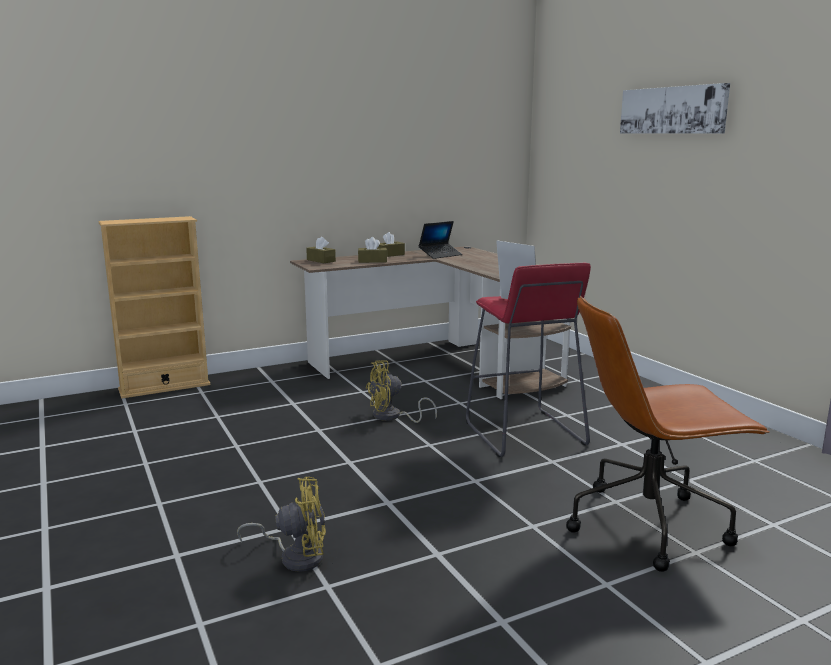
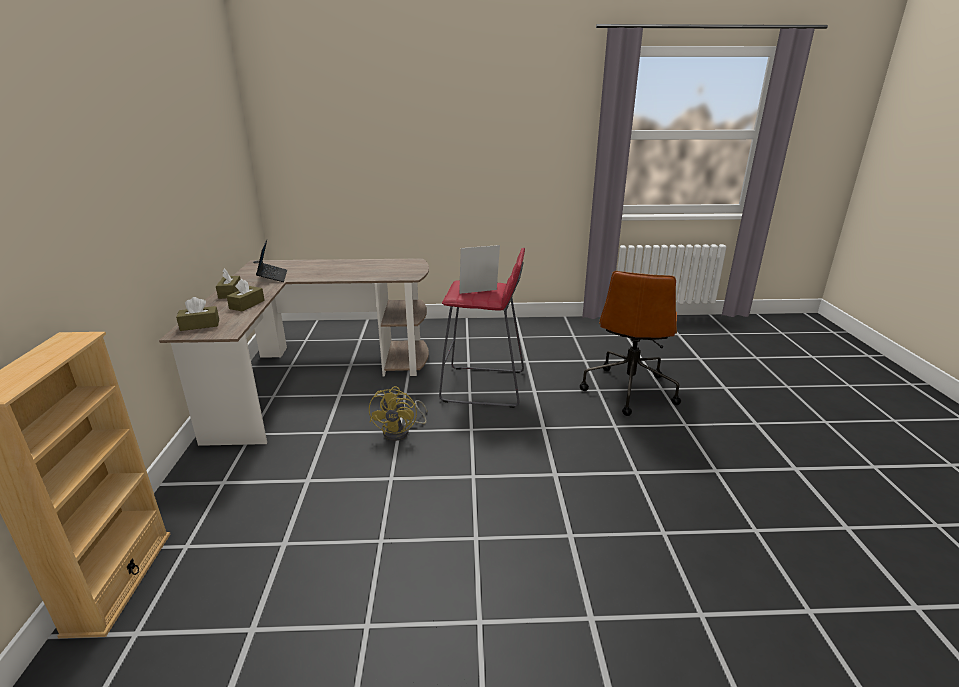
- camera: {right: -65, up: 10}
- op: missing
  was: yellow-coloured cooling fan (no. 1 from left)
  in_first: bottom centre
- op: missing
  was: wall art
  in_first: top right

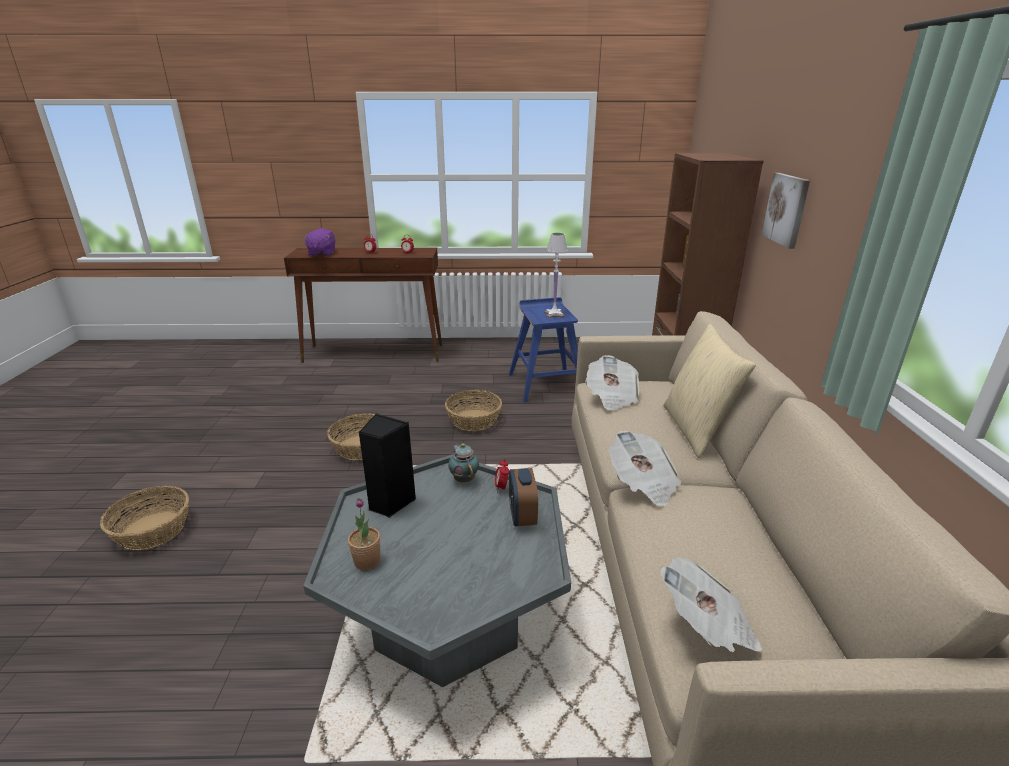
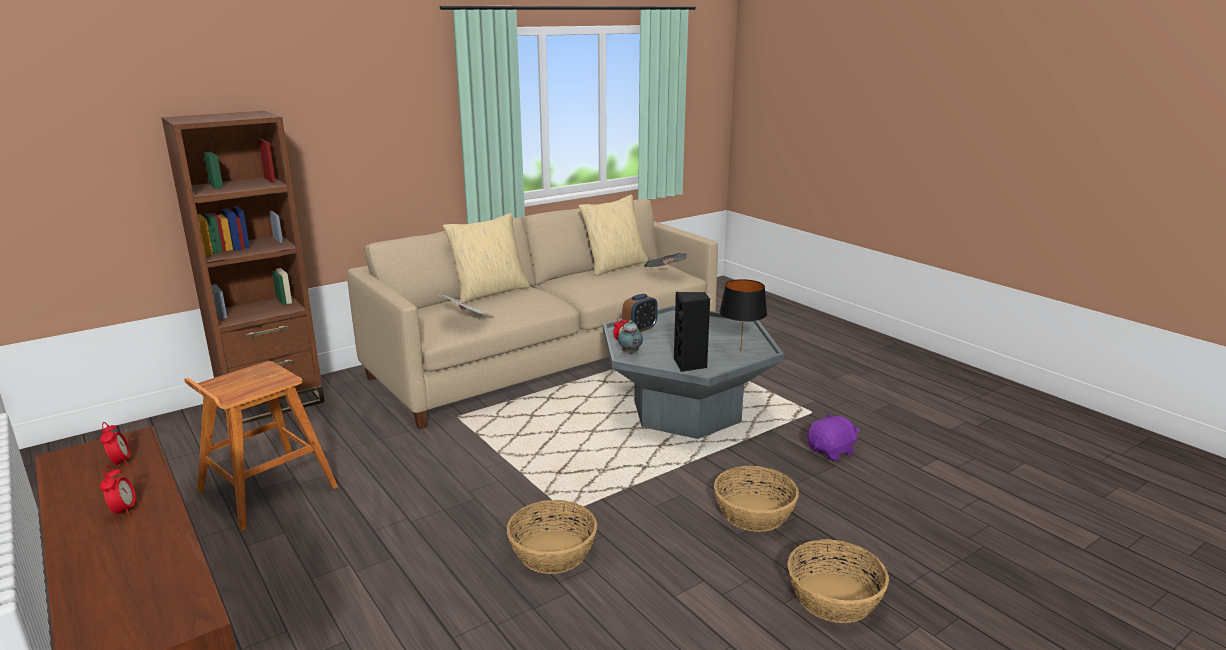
- camera: {right: -125, up: -5}
- op: colour
  was: blue-coloured sitting stool
  now: brown sitting stool
  in_first: centre
  in_second: bottom left
- op: appeared
  now: beige-coloured pillow (no. 2 from left)
  in_second: centre
- op: spun
  was: teapot
  in_first: centre
  in_second: centre
  clockwise: -45
- op: relocated
  was: storage basket (no. 3 from left in the first image)
  now: storage basket (no. 2 from left)
  in_first: centre
  in_second: bottom centre
- op: exchanged
  was: potted plant
  now: black tabletop lamp
  in_first: bottom centre
  in_second: centre
- op: relocated
  was: purple-coloured soft toy
  in_first: top left
  in_second: bottom right
- op: missing
  was: white-coloured tabletop lamp
  in_first: centre
- op: missing
  was: printed paper (no. 2 from left)
  in_first: centre
- op: missing
  was: wall art
  in_first: top right

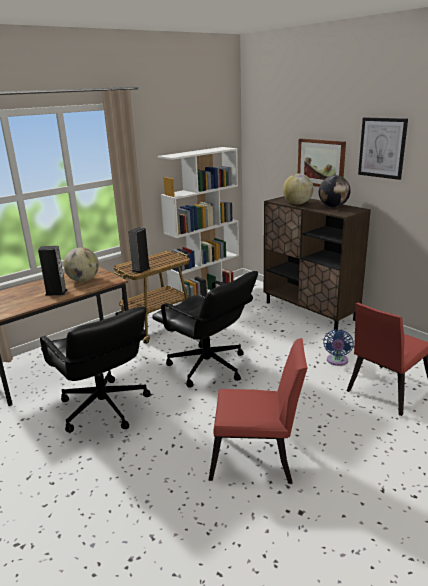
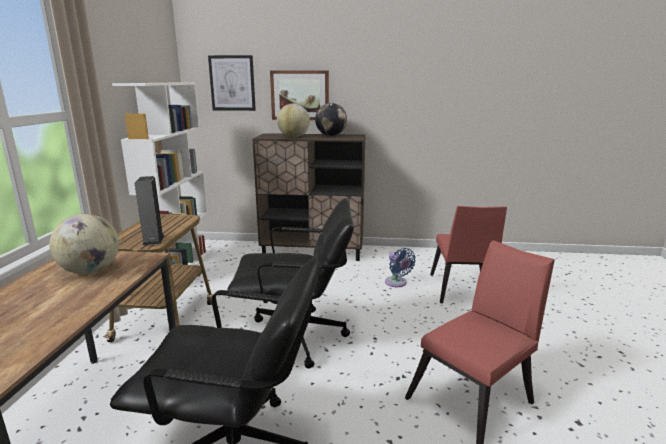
- camera: {right: -45, up: -5}
- op: relocated
  was: wall art (no. 2 from left in the first image)
  now: wall art (no. 1 from left)
  in_first: top right
  in_second: top centre
- op: missing
  was: loudspeaker (no. 1 from left)
  in_first: middle left

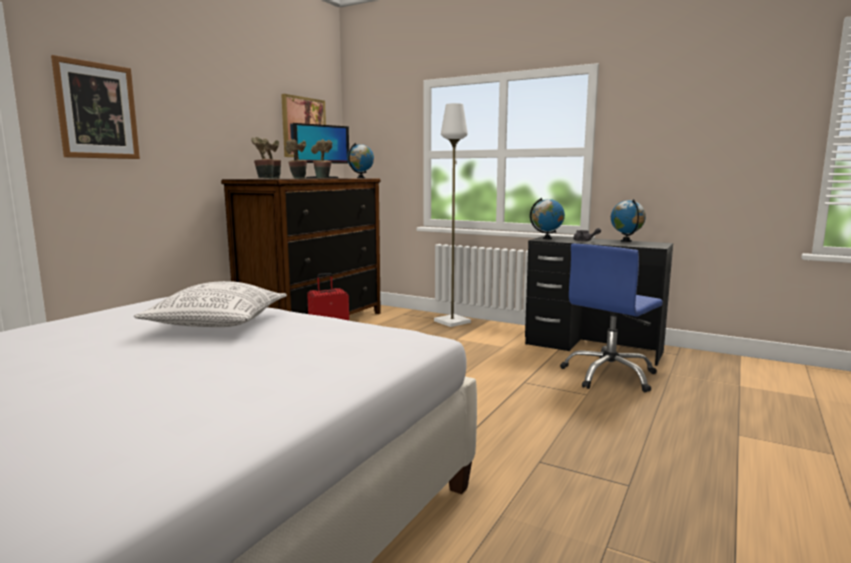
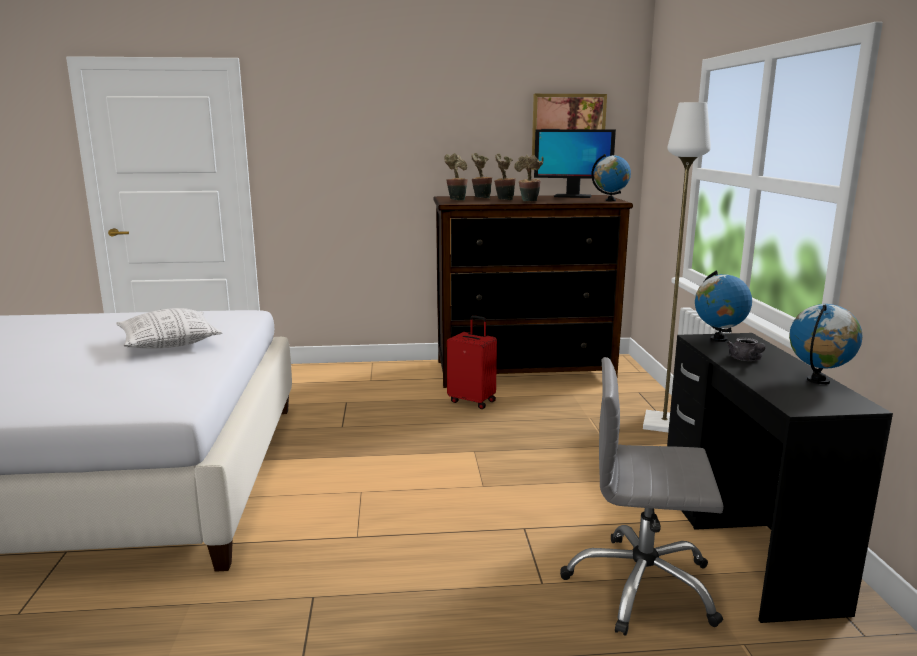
- camera: {right: 55, up: 5}
- op: colour
  was: blue-coloured computer chair
  now: gray computer chair
  in_first: middle right
  in_second: bottom right
- op: missing
  was: wall art (no. 1 from left)
  in_first: top left

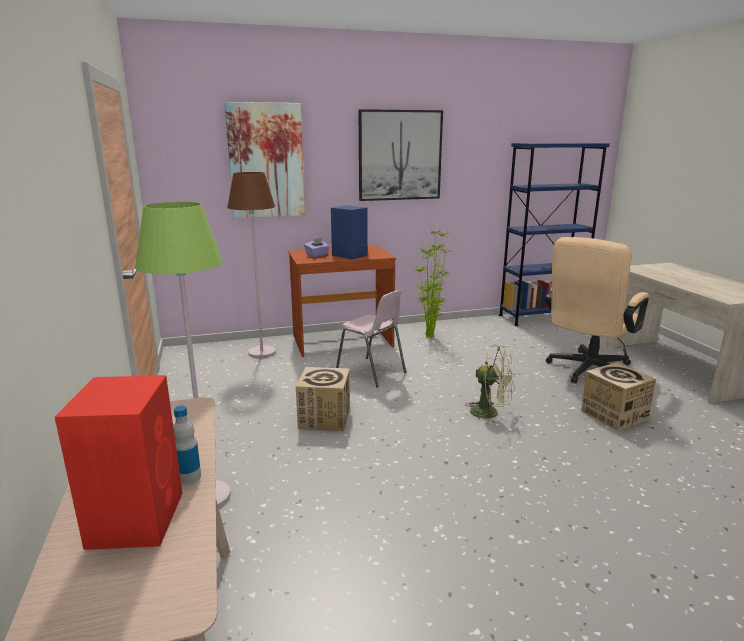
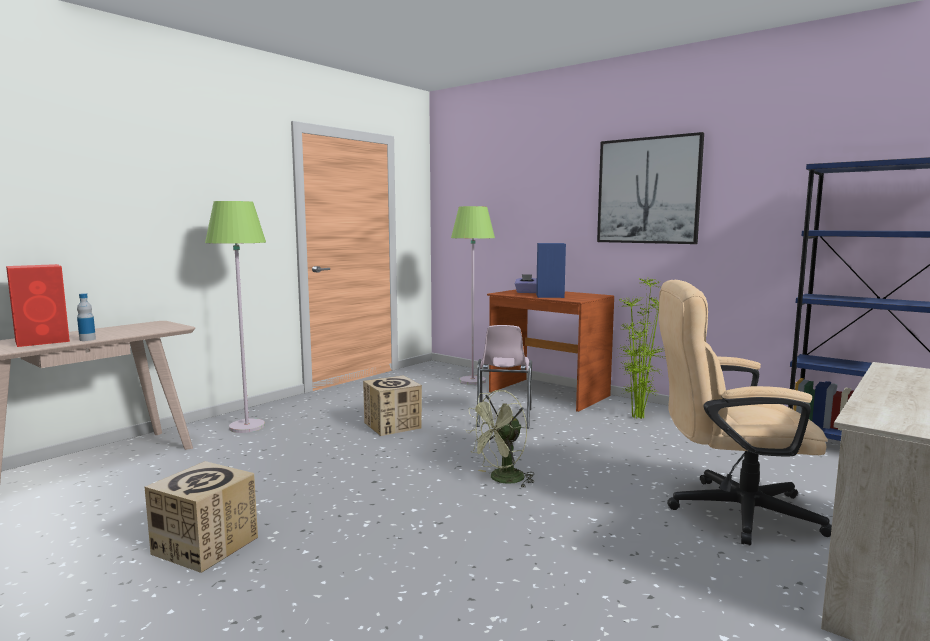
- camera: {right: 55, up: -10}
- op: relocated
  was: cardboard box (no. 2 from left in the first image)
  now: cardboard box (no. 1 from left)
  in_first: middle right
  in_second: bottom left
- op: colour
  was: brown standard lamp
  now: greenish standard lamp (no. 2 from left)
  in_first: centre
  in_second: centre
- op: spun
  was: greenish cooling fan
  in_first: centre
  in_second: bottom centre
  clockwise: 60
- op: missing
  was: wall art (no. 1 from left)
  in_first: top centre

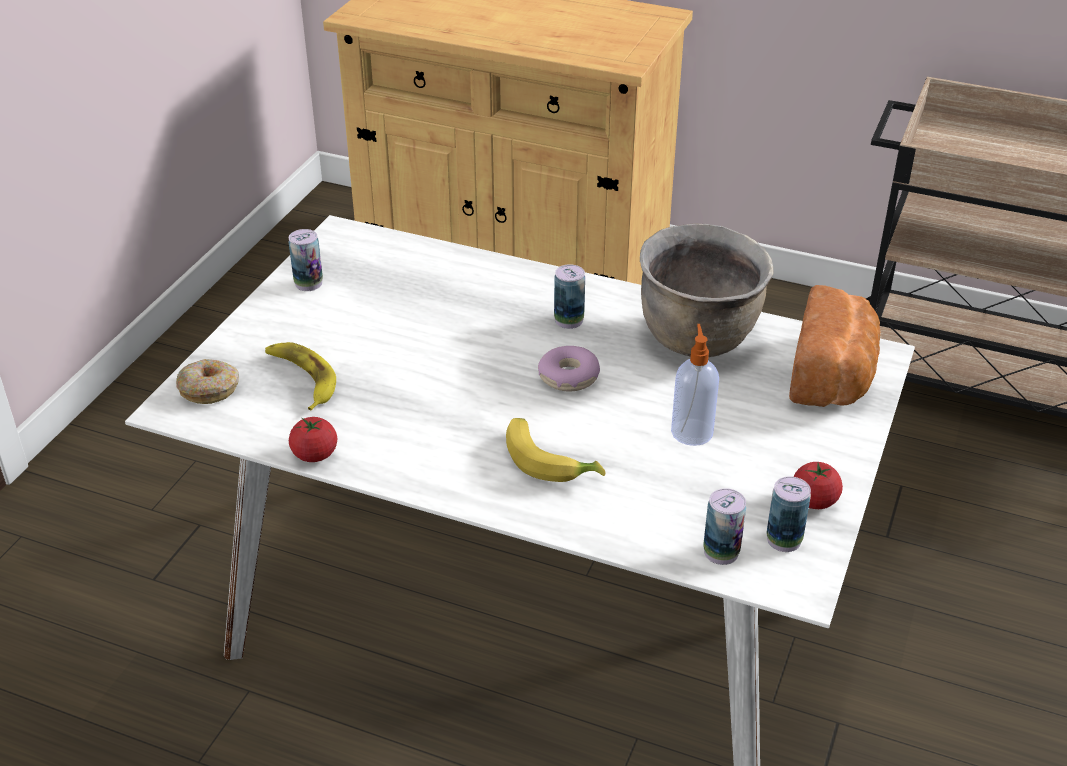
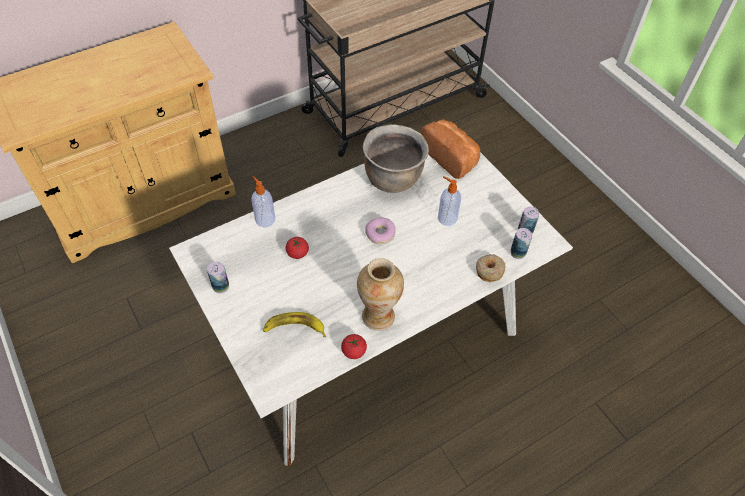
- camera: {right: -55, up: 15}
- op: appeared
  now: soap dispenser (no. 1 from left)
  in_second: centre
- op: relocated
  was: fresh tomato (no. 2 from left in the first image)
  now: fresh tomato (no. 1 from left)
  in_first: middle right
  in_second: centre
- op: appeared
  now: vase
  in_second: centre
- op: relocated
  was: ring doughnut (no. 1 from left in the first image)
  now: ring doughnut (no. 2 from left)
  in_first: middle left
  in_second: centre
- op: missing
  was: banana (no. 2 from left)
  in_first: centre
- op: missing
  was: metal can (no. 2 from left)
  in_first: centre

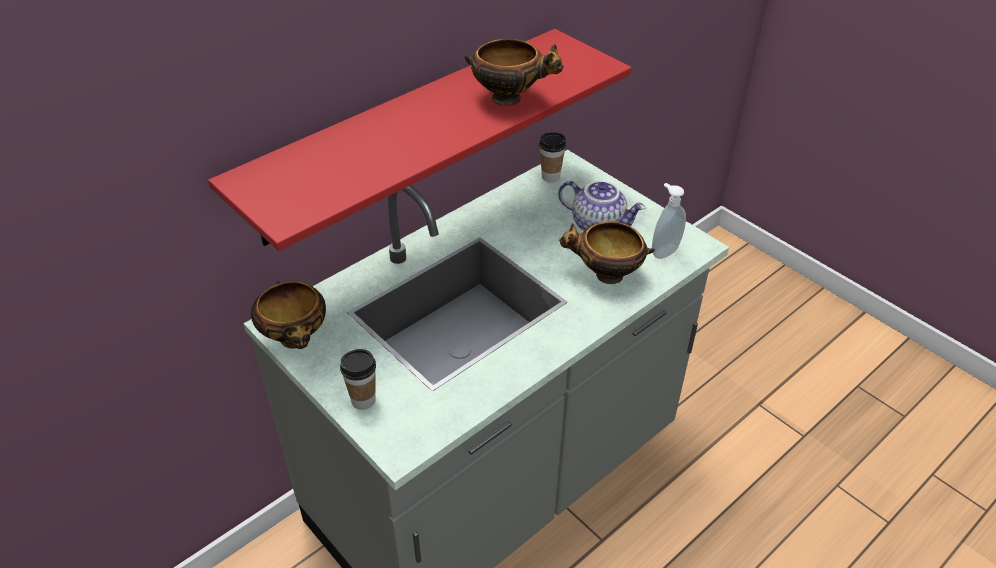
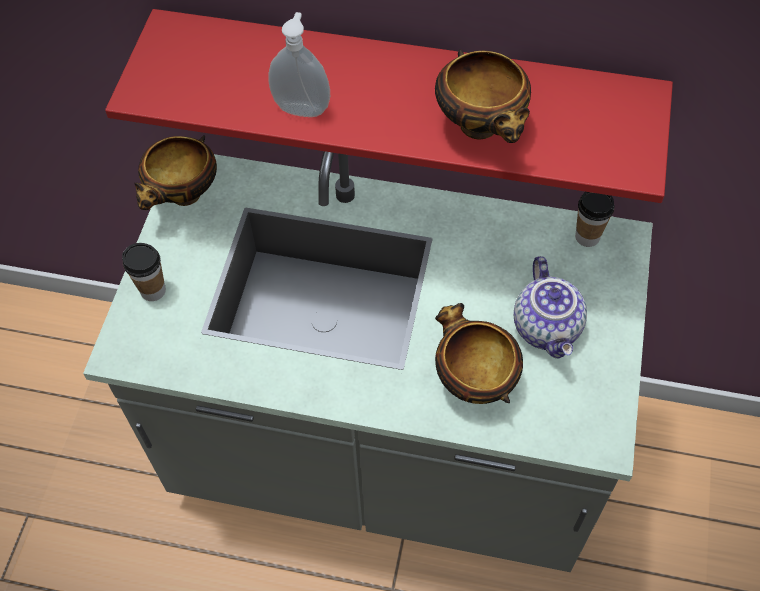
- camera: {right: 55, up: 15}
- op: relocated
  was: soap dispenser
  in_first: middle right
  in_second: top centre

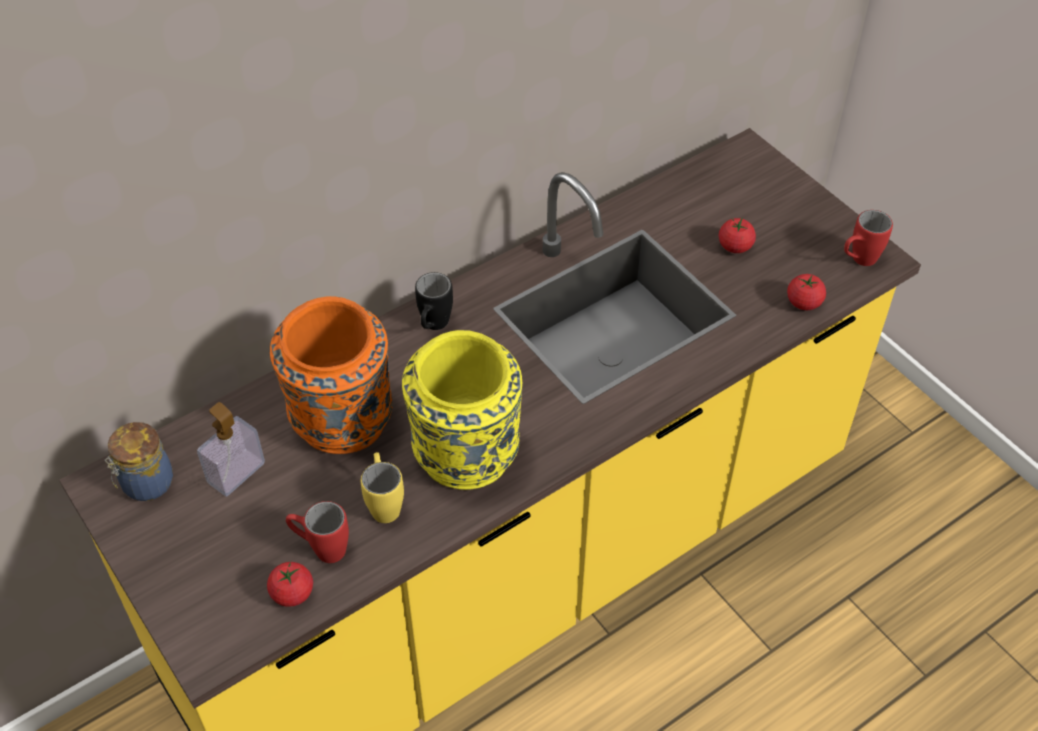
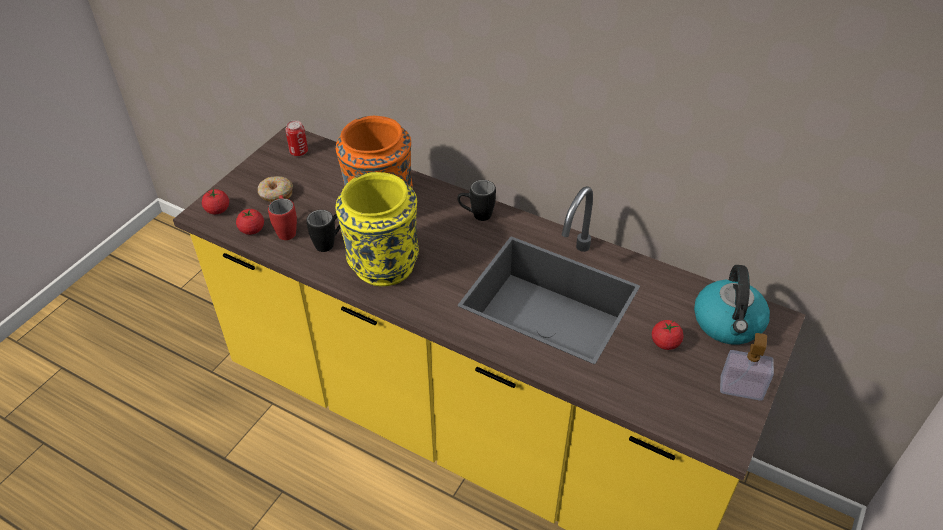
- camera: {right: 65, up: -5}
- op: relocated
  was: fresh tomato (no. 3 from left in the first image)
  now: fresh tomato (no. 1 from left)
  in_first: middle right
  in_second: middle left
- op: appeared
  now: ring doughnut
  in_second: middle left
- op: exchanged
  was: jar
  now: metal can
  in_first: middle left
  in_second: top left
- op: colour
  was: yellow-coloured mug
  now: black mug (no. 1 from left)
  in_first: centre
  in_second: centre
- op: appeared
  now: kettle
  in_second: middle right
- op: relocated
  was: soap dispenser
  in_first: middle left
  in_second: bottom right
- op: missing
  was: red mug (no. 2 from left)
  in_first: top right

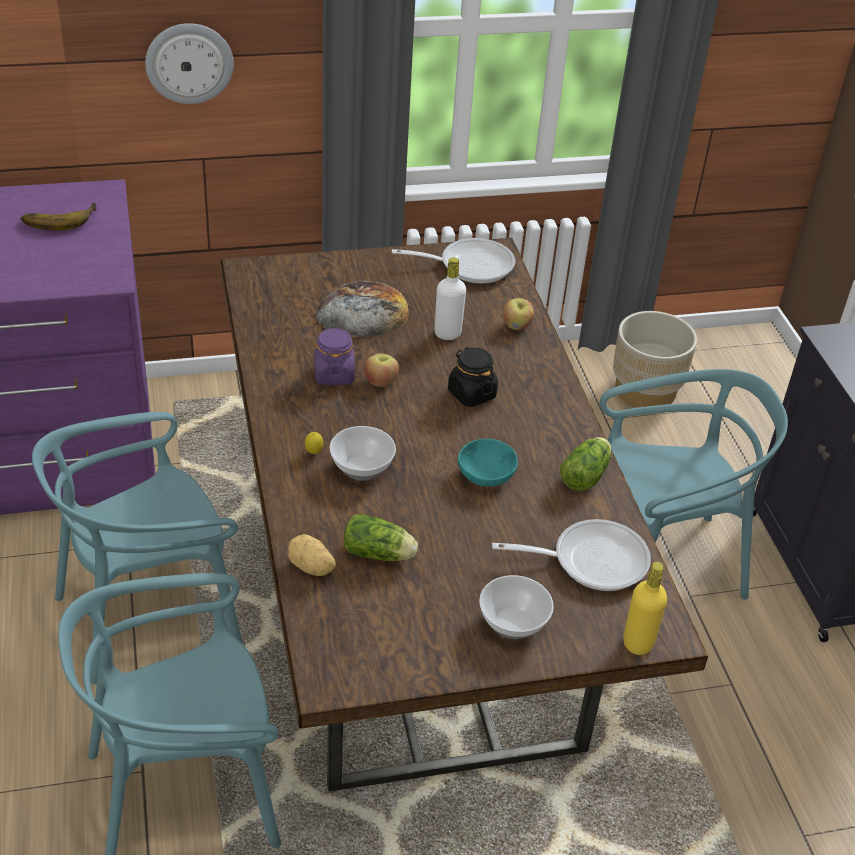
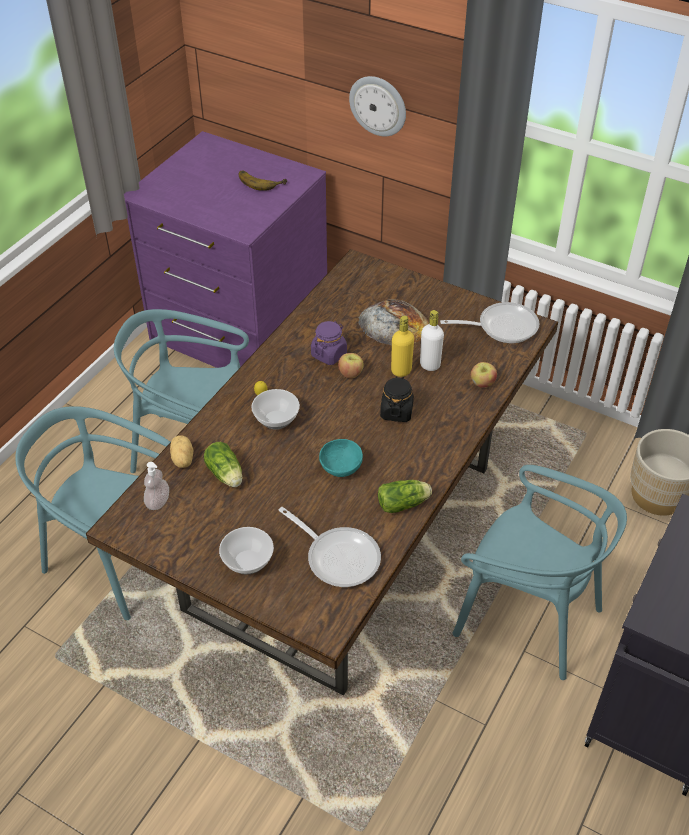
- camera: {right: 45, up: 5}
- op: appeared
  now: soap dispenser
  in_second: middle left
- op: relocated
  was: yellow-coloured bottle
  in_first: bottom right
  in_second: centre
- op: spun
  was: skillet (no. 1 from left in the first image)
  in_first: top centre
  in_second: middle right
  clockwise: -45

